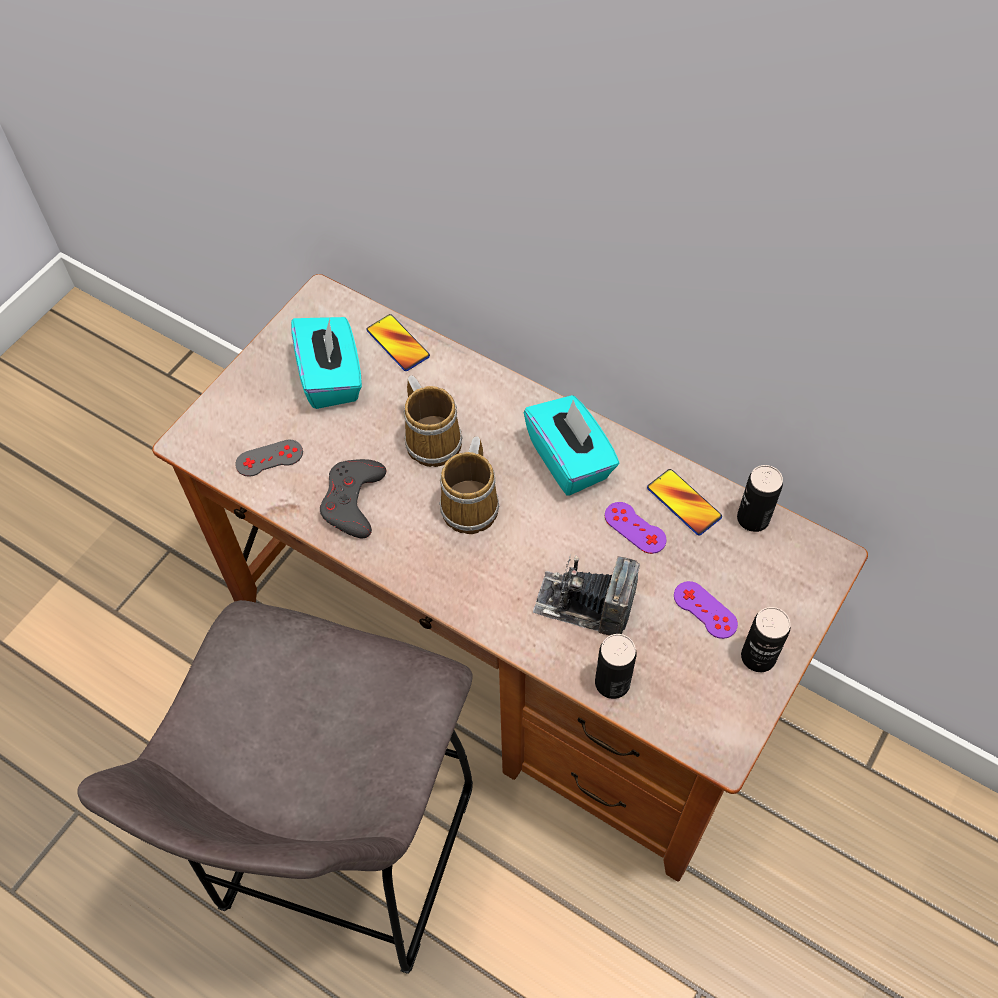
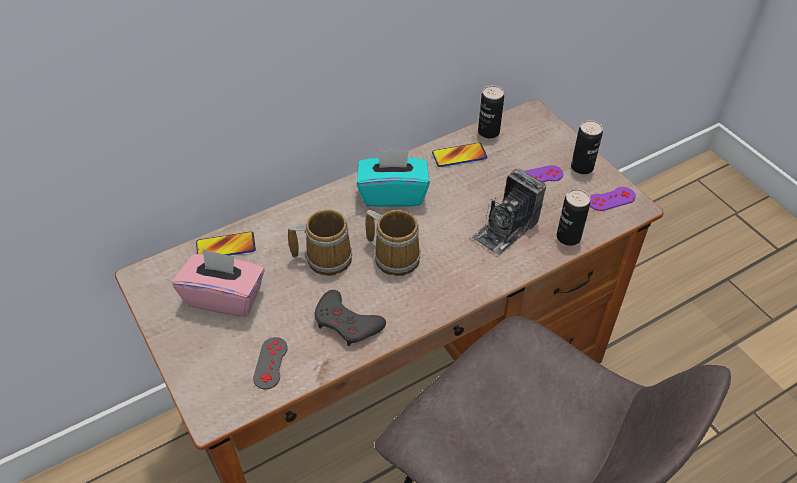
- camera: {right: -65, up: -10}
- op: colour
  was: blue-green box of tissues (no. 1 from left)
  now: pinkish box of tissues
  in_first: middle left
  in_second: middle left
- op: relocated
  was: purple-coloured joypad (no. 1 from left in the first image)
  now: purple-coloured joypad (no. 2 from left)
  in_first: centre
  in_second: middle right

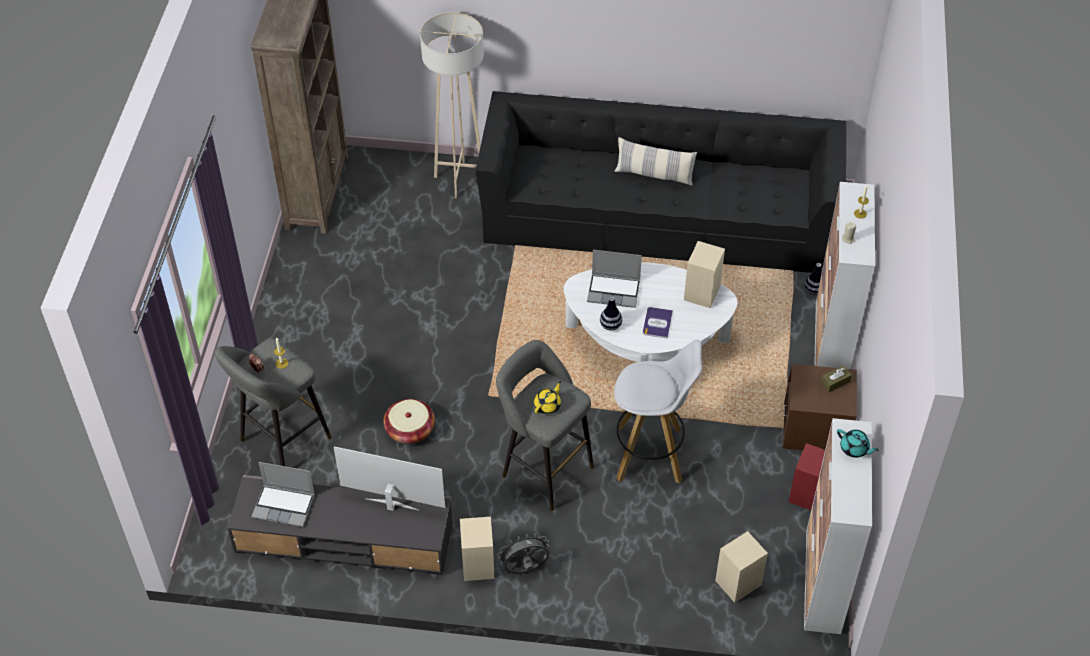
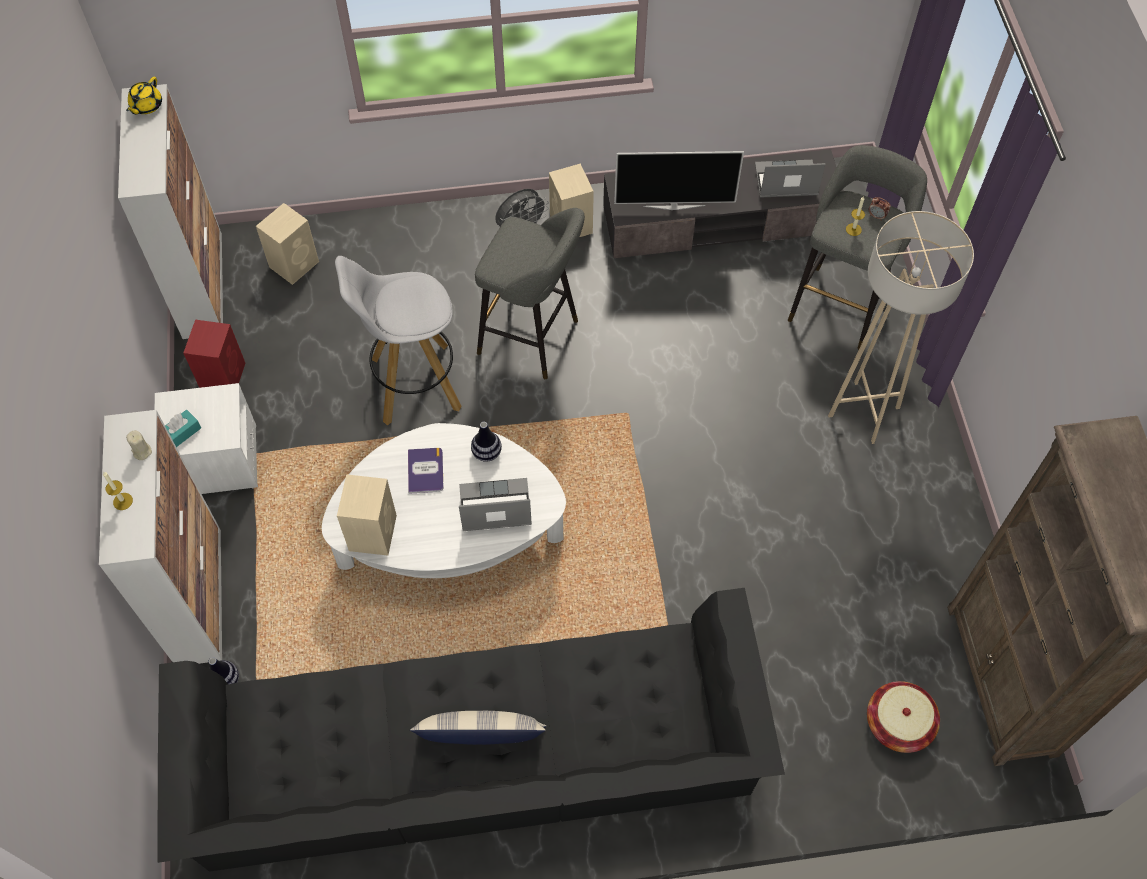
- camera: {right: 165, up: 10}
- op: relocated
  was: yellow-coloured teapot
  in_first: centre
  in_second: top left
- op: colour
  was: brown nightstand
  now: white-coloured nightstand
  in_first: middle right
  in_second: middle left
- op: colour
  was: brown box of tissues
  now: blue-green box of tissues
  in_first: middle right
  in_second: middle left
- op: relocated
  was: beige-coloured standard lamp
  in_first: top centre
  in_second: middle right
- op: relocated
  was: storage basket
  in_first: centre
  in_second: bottom right
- op: missing
  was: blue-green teapot
  in_first: bottom right

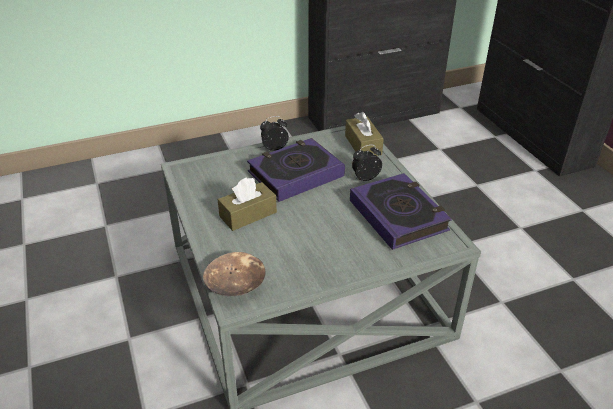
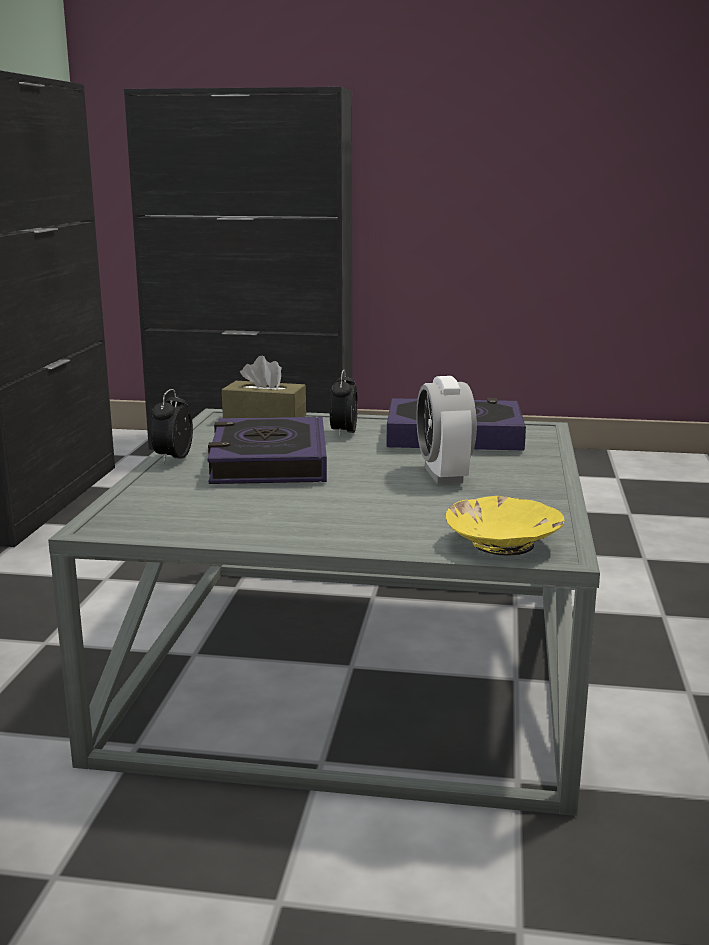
- camera: {right: -60, up: -20}
- op: appeared
  now: alarm clock (no. 3 from left)
  in_second: centre
- op: colour
  was: brown deep dish
  now: yellow-coloured deep dish
  in_first: bottom centre
  in_second: middle right
- op: missing
  was: brown box of tissues (no. 1 from left)
  in_first: centre

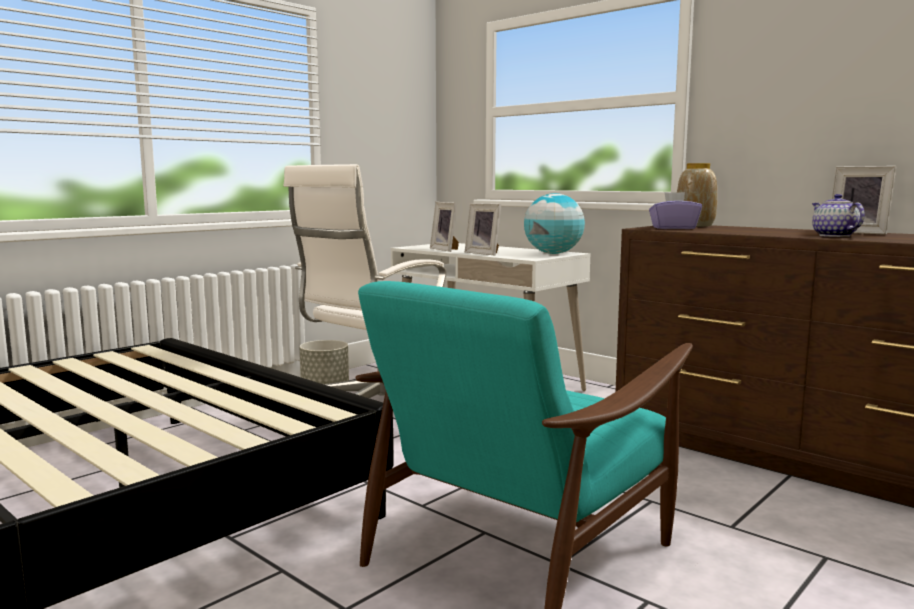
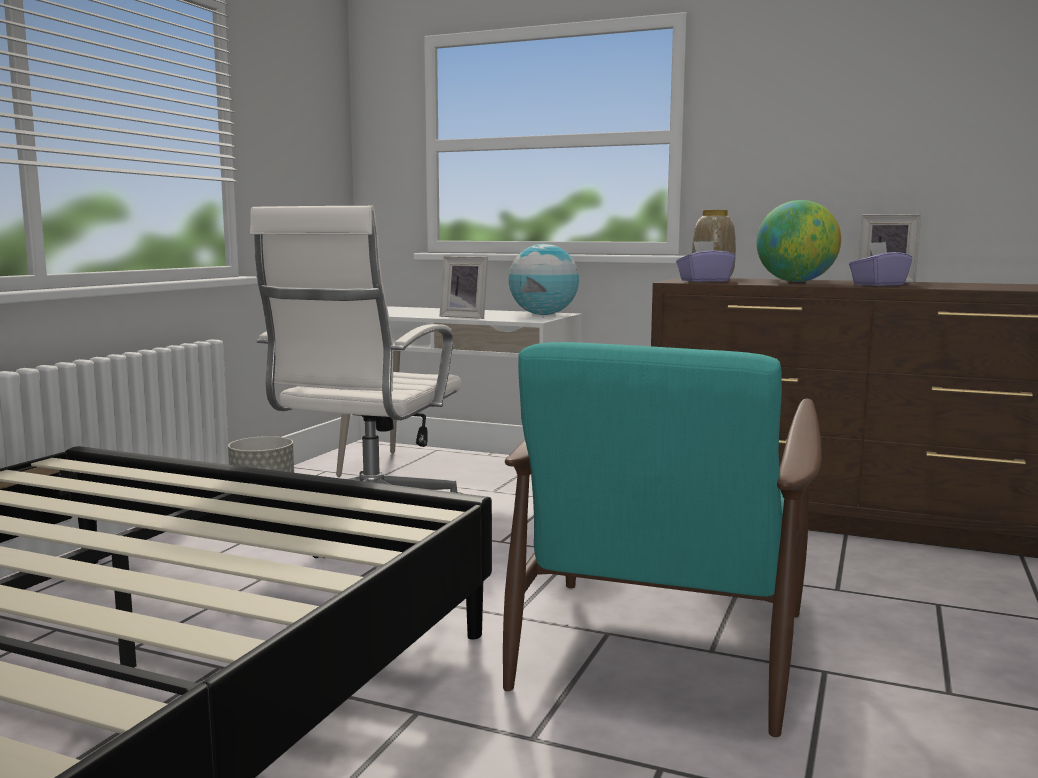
- camera: {right: -20, up: 0}
- op: appeared
  now: world globe (no. 2 from left)
  in_second: top right
- op: exchanged
  was: teapot
  now: purple-coloured box of tissues (no. 2 from left)
  in_first: middle right
  in_second: middle right
- op: missing
  was: picture frame (no. 1 from left)
  in_first: centre

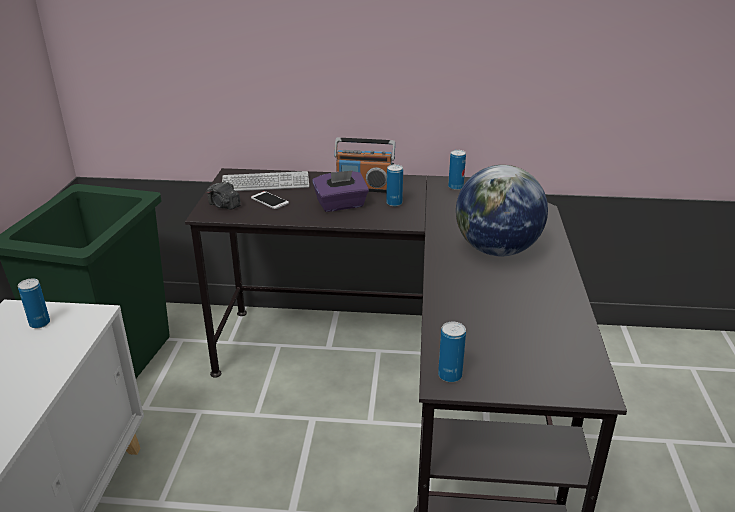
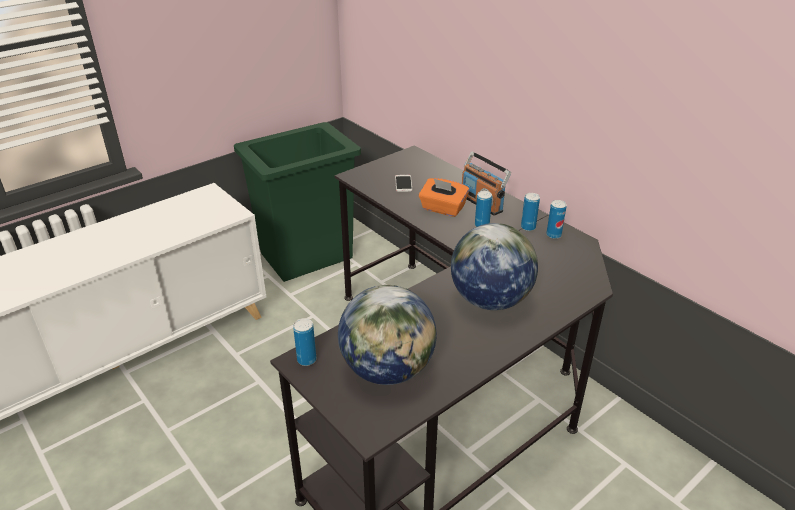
- camera: {right: 45, up: 5}
- op: appeared
  now: world globe (no. 1 from left)
  in_second: centre
- op: colour
  was: purple-coloured box of tissues
  now: orange-coloured box of tissues
  in_first: centre
  in_second: centre
- op: relocated
  was: metal can (no. 1 from left in the first image)
  now: metal can (no. 3 from left)
  in_first: middle left
  in_second: middle right
- op: missing
  was: still camera
  in_first: middle left
- op: missing
  was: keyboard
  in_first: centre

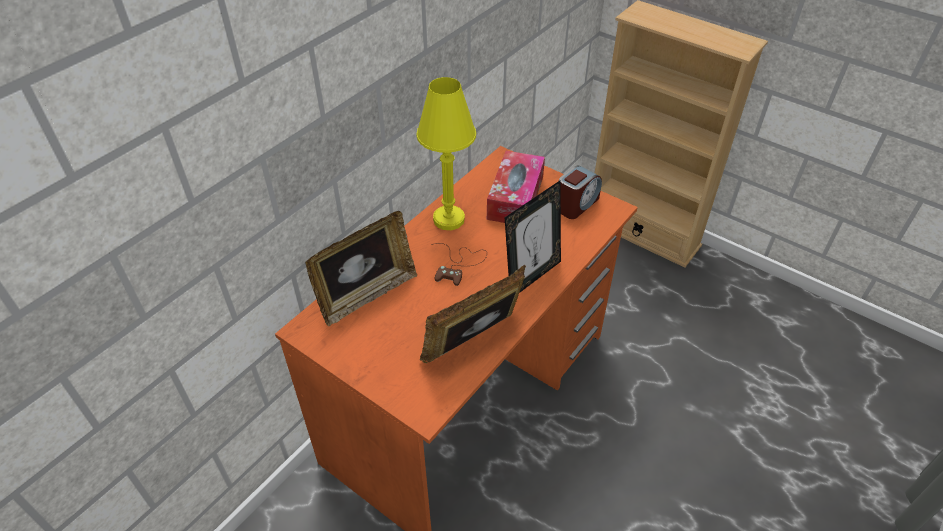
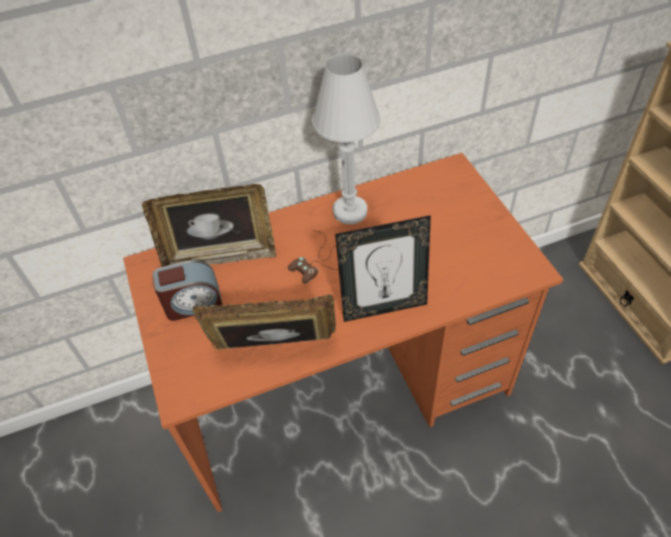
- camera: {right: 35, up: 5}
- op: relocated
  was: alarm clock
  in_first: centre
  in_second: middle left
- op: colour
  was: yellow-coloured tabletop lamp
  now: white-coloured tabletop lamp
  in_first: top centre
  in_second: top centre
- op: missing
  was: box of tissues
  in_first: centre

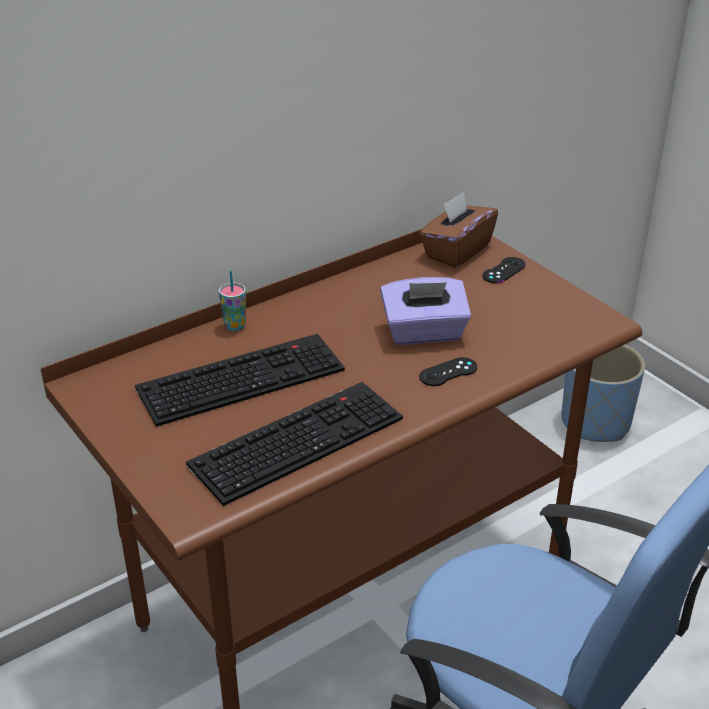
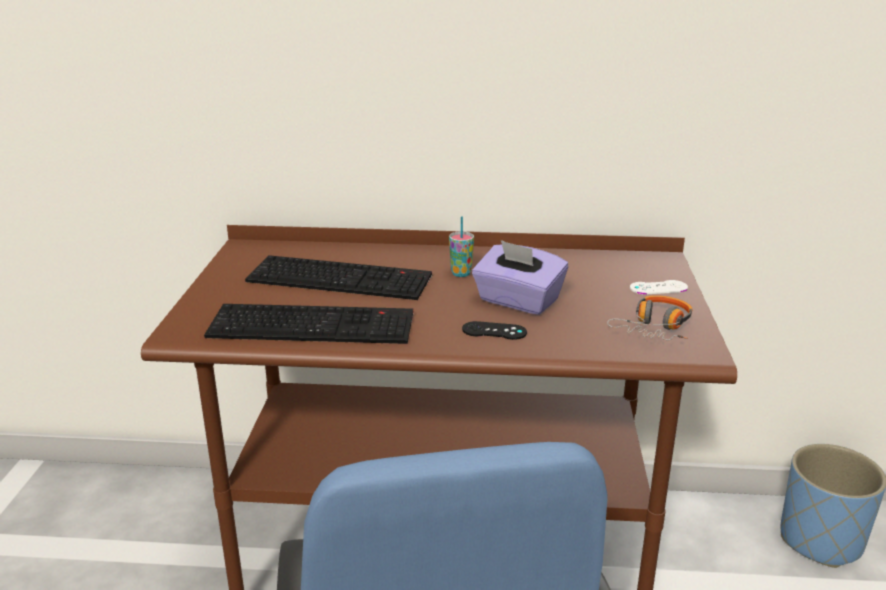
- camera: {right: 40, up: -10}
- op: relocated
  was: small cup
  in_first: middle left
  in_second: centre
- op: appeared
  now: headphones
  in_second: middle right
- op: colour
  was: black joypad (no. 2 from left)
  now: white-coloured joypad
  in_first: middle right
  in_second: middle right
- op: missing
  was: brown box of tissues
  in_first: top centre

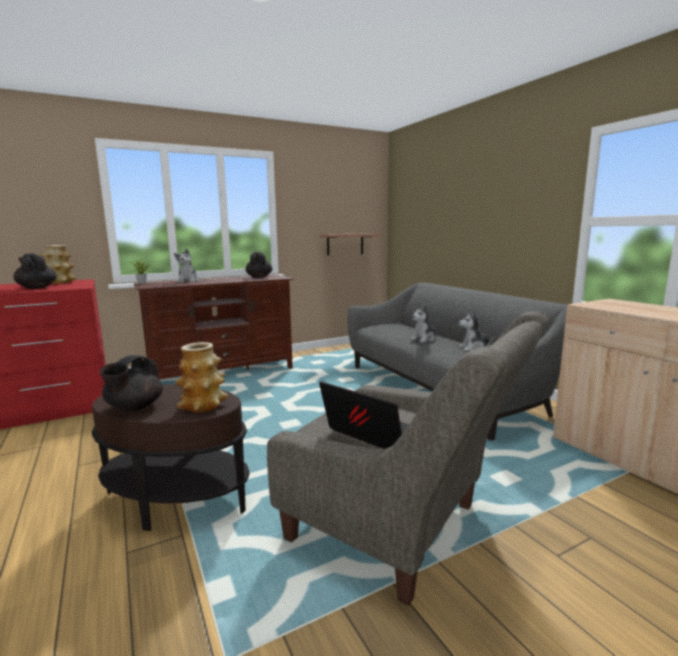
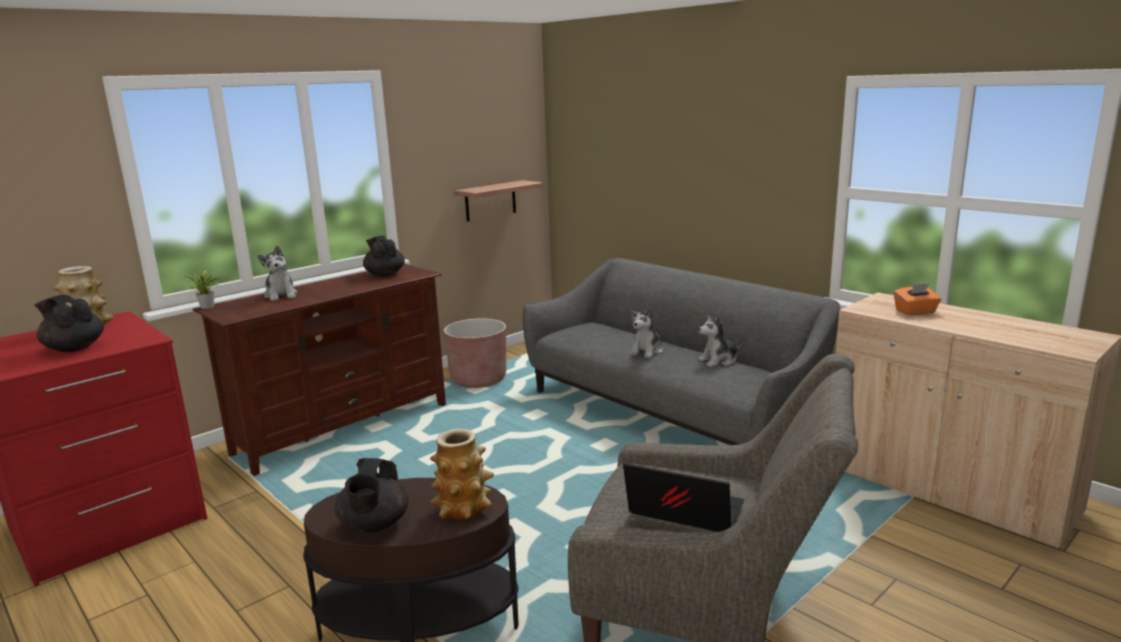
- camera: {right: -15, up: 5}
- op: appeared
  now: brown planter
  in_second: centre
- op: appeared
  now: orange-coloured box of tissues
  in_second: middle right

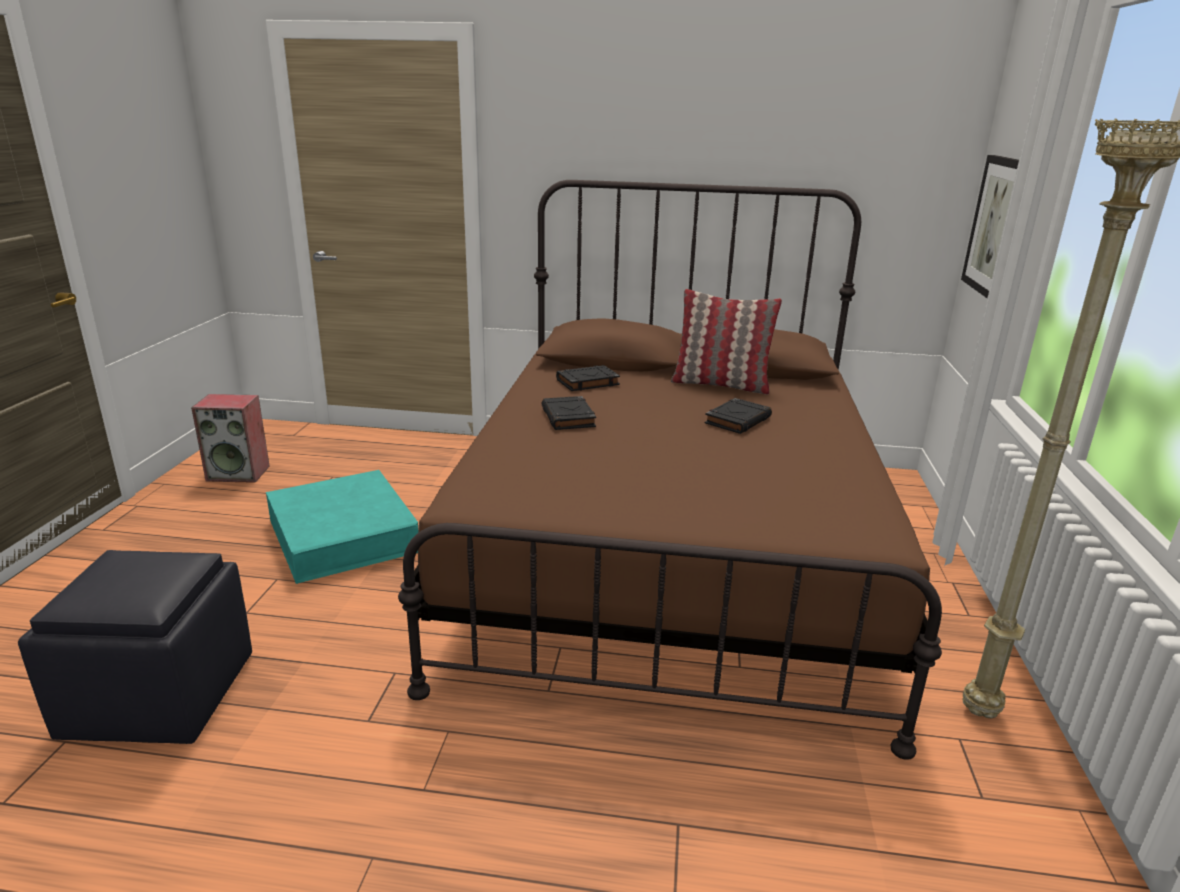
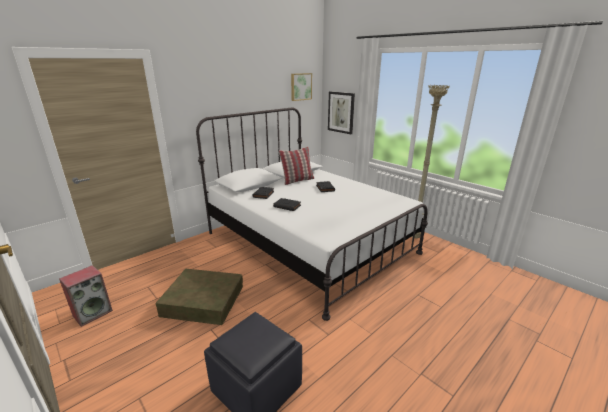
- camera: {right: -50, up: 0}
- op: colour
  was: blue-green storage bin
  now: brown storage bin
  in_first: middle left
  in_second: bottom left
- op: colour
  was: brown sleeping bed
  now: white-coloured sleeping bed
  in_first: centre
  in_second: centre
- op: appeared
  now: wall art (no. 1 from left)
  in_second: top centre

